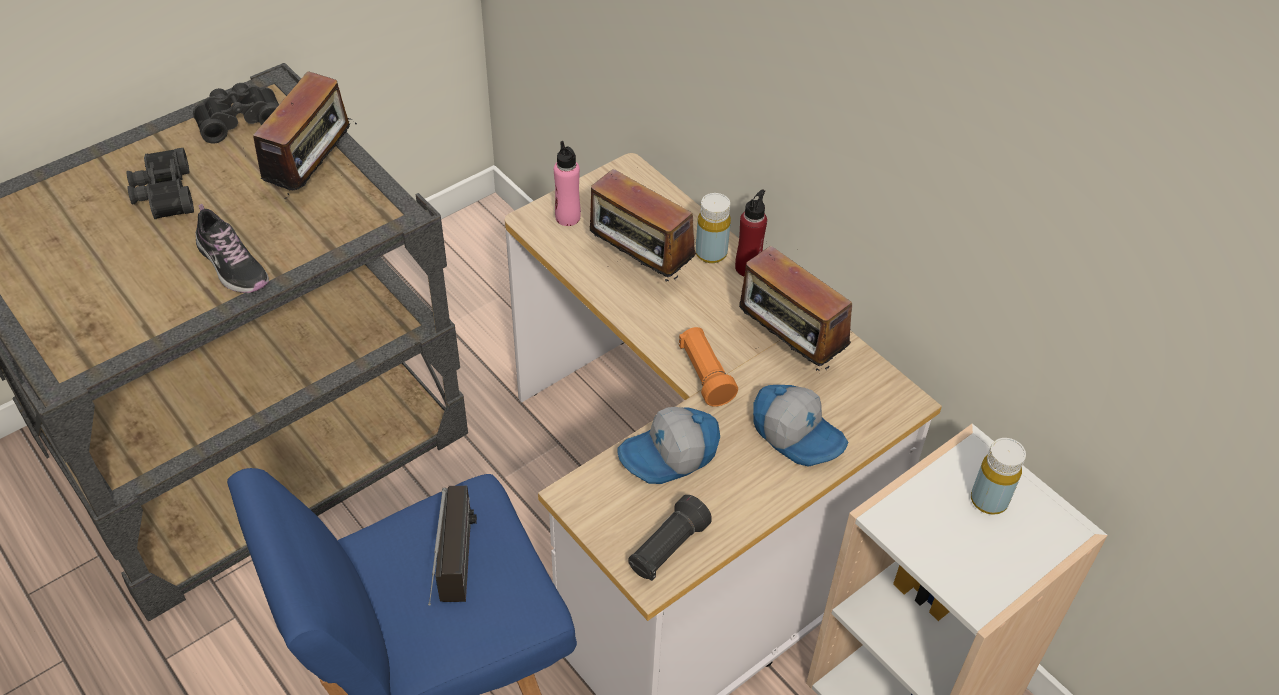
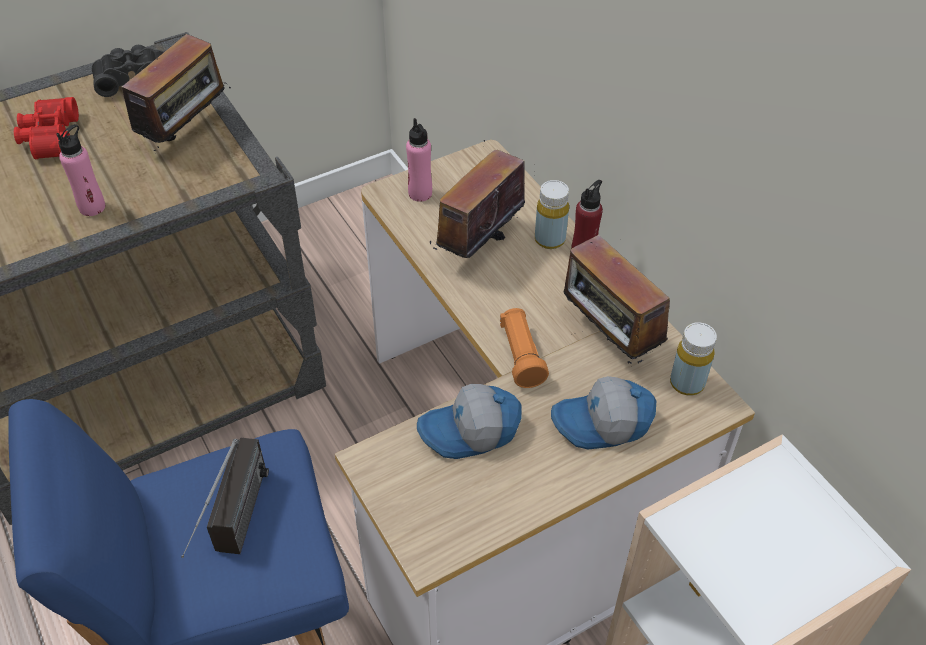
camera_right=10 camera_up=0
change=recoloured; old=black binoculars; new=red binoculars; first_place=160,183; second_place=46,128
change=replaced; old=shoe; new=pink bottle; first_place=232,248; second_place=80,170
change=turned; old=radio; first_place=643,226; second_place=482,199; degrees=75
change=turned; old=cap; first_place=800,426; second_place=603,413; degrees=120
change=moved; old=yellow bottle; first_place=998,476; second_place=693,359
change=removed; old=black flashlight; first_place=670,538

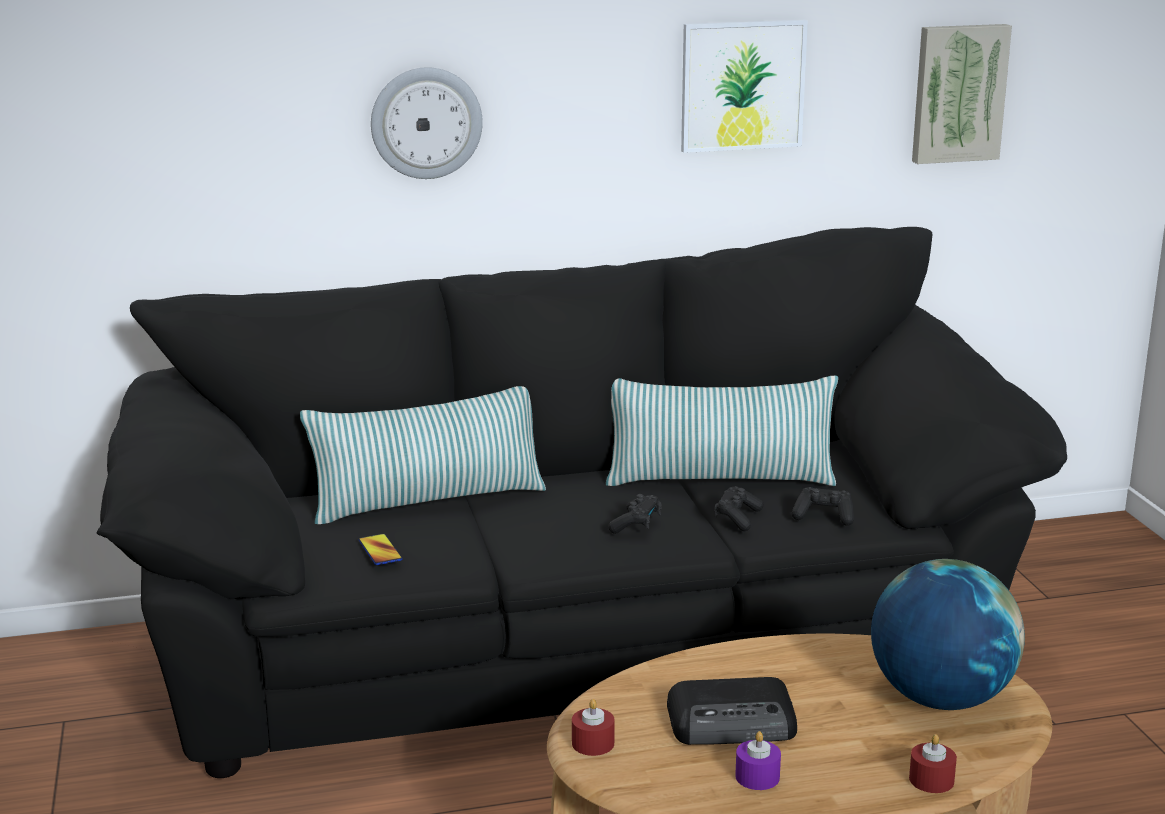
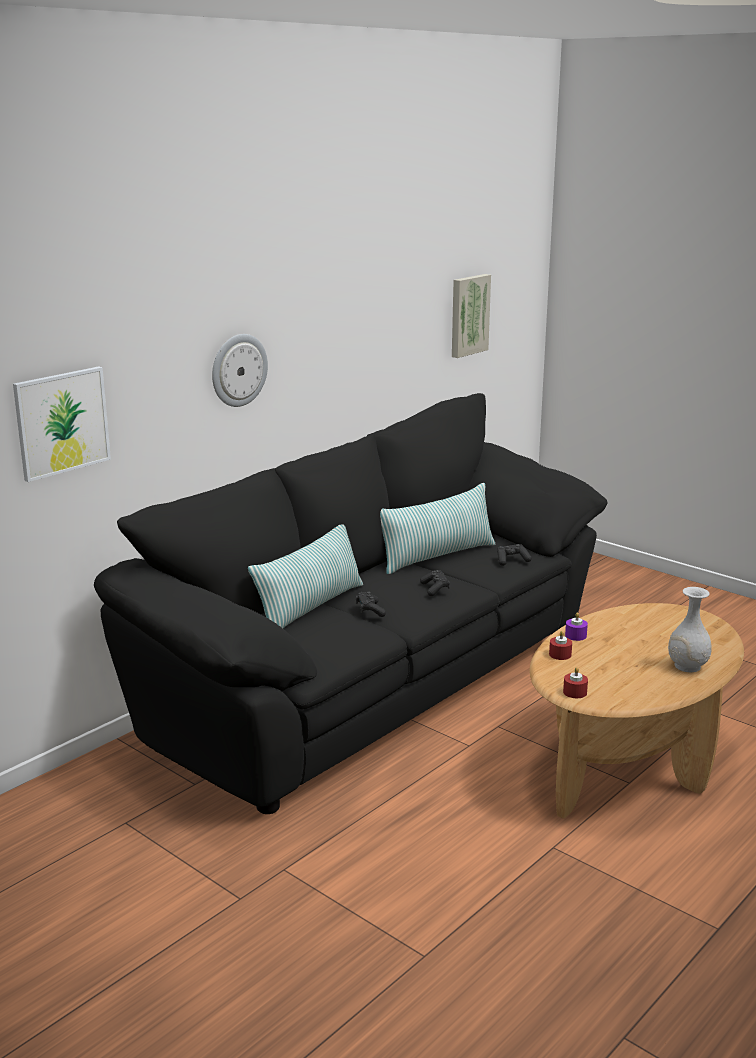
camera_right=-35 camera_up=0
change=moved; old=picture; first_place=744,86; second_place=62,424
change=moved; old=black game controller; first_place=739,508; second_place=370,604
change=moved; old=red candle; first_place=933,763; second_place=560,645
change=moved; old=purple candle; first_place=758,760; second_place=576,626
change=added; new=white vase; second_place=690,629
change=removed; old=phone; first_place=380,549
change=removed; old=radio; first_place=732,711
change=removed; old=globe; first_place=948,634

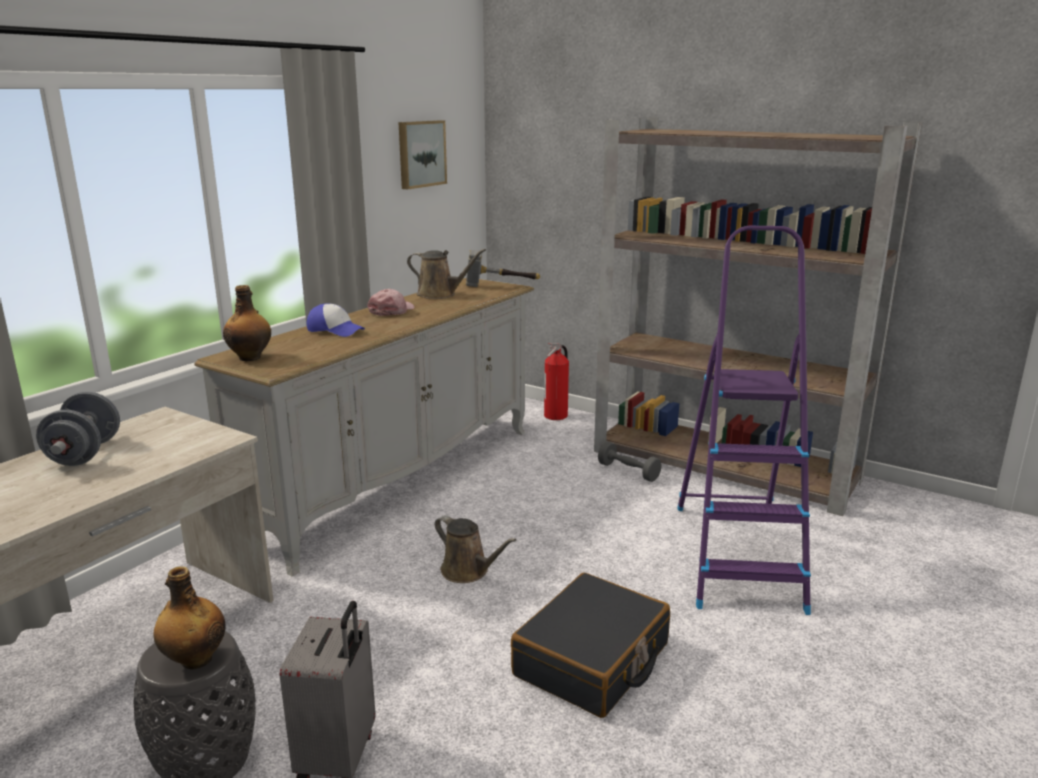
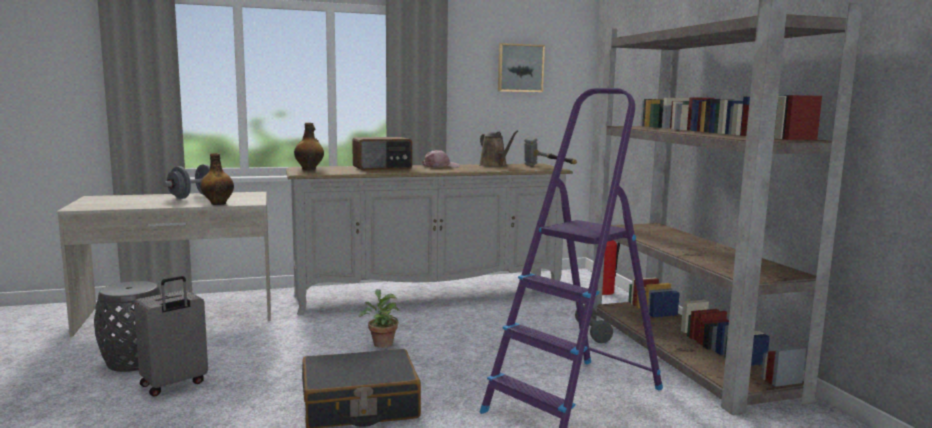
camera_right=40 camera_up=-10
change=moved; old=bottle; first_place=190,617; second_place=217,179
change=replaced; old=cap; new=radio; first_place=336,320; second_place=382,153
change=replaced; old=brown watering can; new=potted plant; first_place=476,549; second_place=378,318

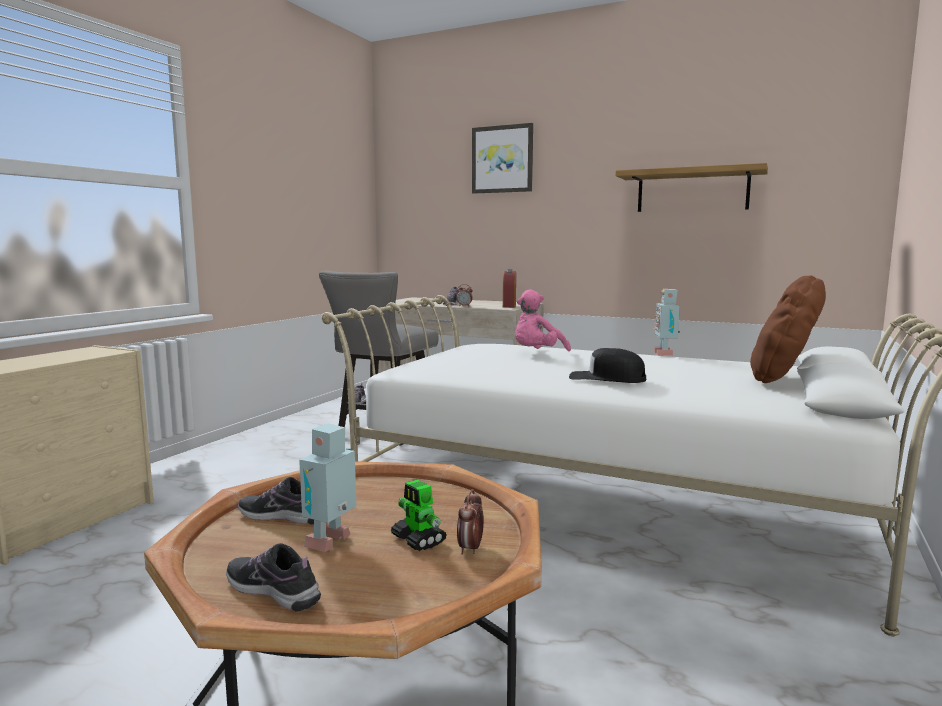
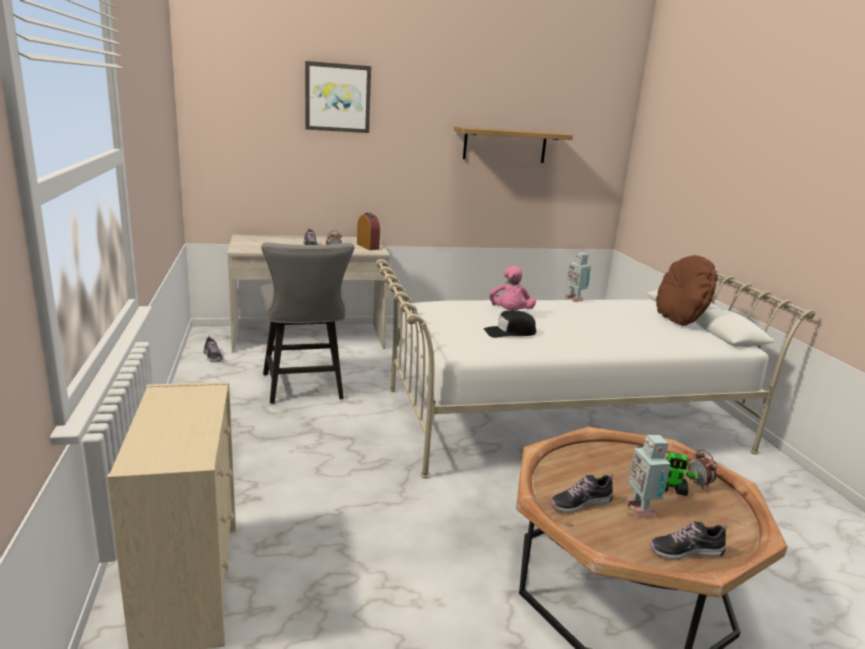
camera_right=-40 camera_up=10
change=moved; old=black cap; first_place=607,365; second_place=510,324

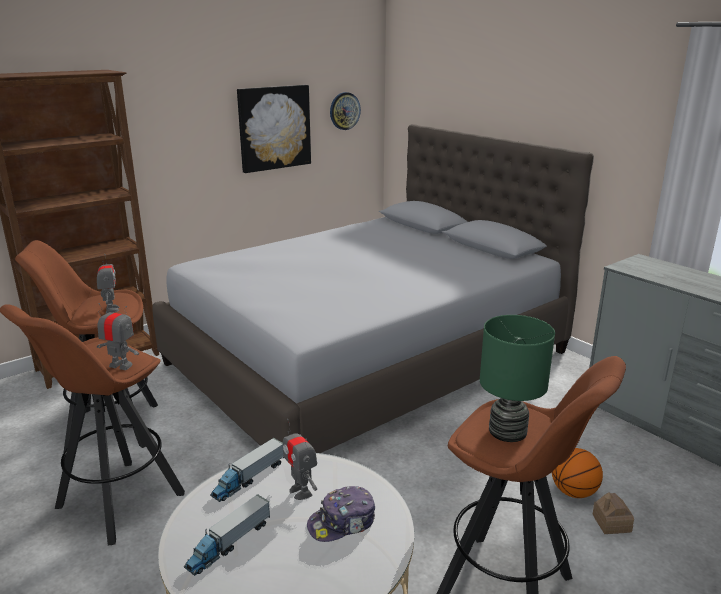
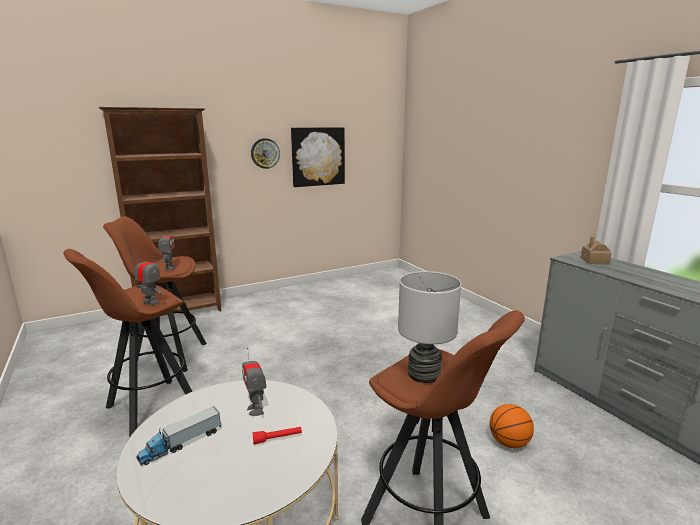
camera_right=10 camera_up=-5
change=moved; old=wall clock; first_place=345,111; second_place=265,153
change=replaced; old=cap; new=red flashlight; first_place=341,514; second_place=277,436
change=recoloured; old=green table lamp; new=grey table lamp; first_place=517,378; second_place=429,327
change=moved; old=toy house; first_place=613,513; second_place=596,249
change=removed; old=grey bed; first_place=373,288
change=removed; old=toy truck; first_place=247,470

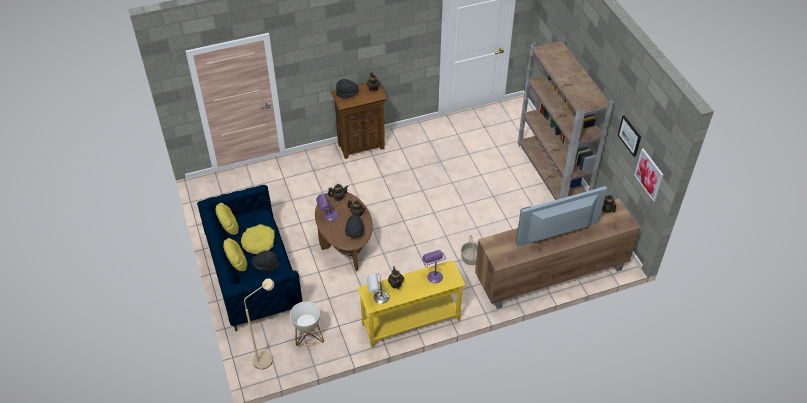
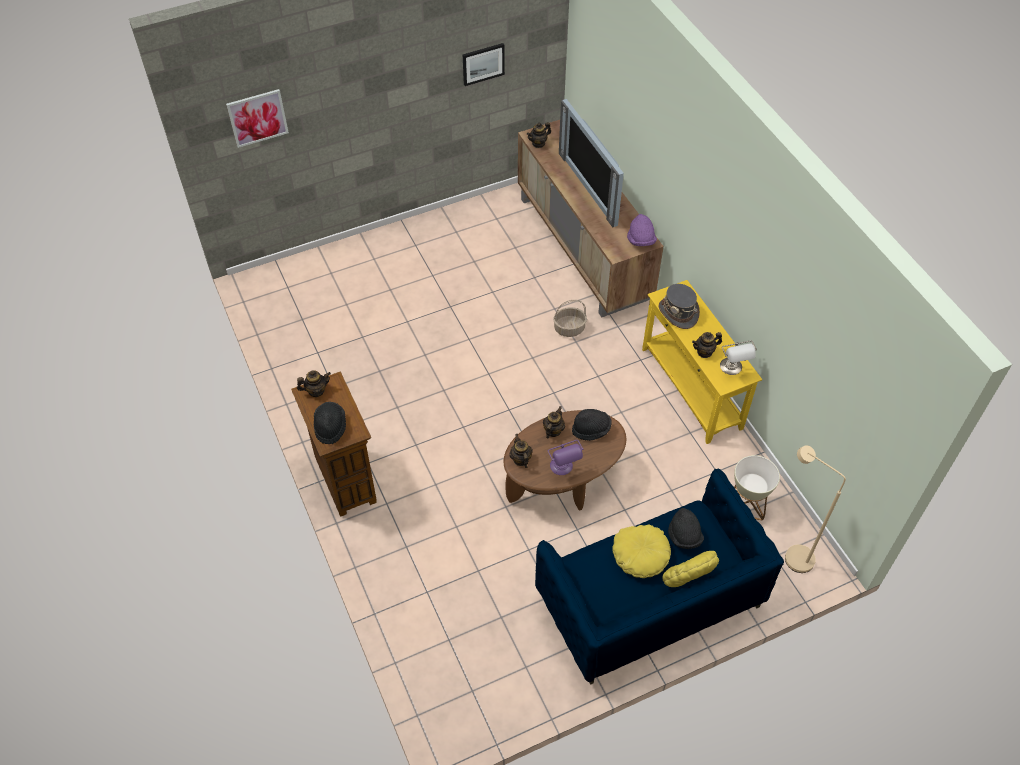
camera_right=-95 camera_up=5
change=moved; old=picture; first_place=648,175; second_place=257,118
change=added; new=purple hat; second_place=642,230
change=replaced; old=purple table lamp; new=grey hat; first_place=434,266; second_place=679,306
change=removed; old=yellow pillow; first_place=227,219
change=removed; old=brown bookcase; first_place=566,118

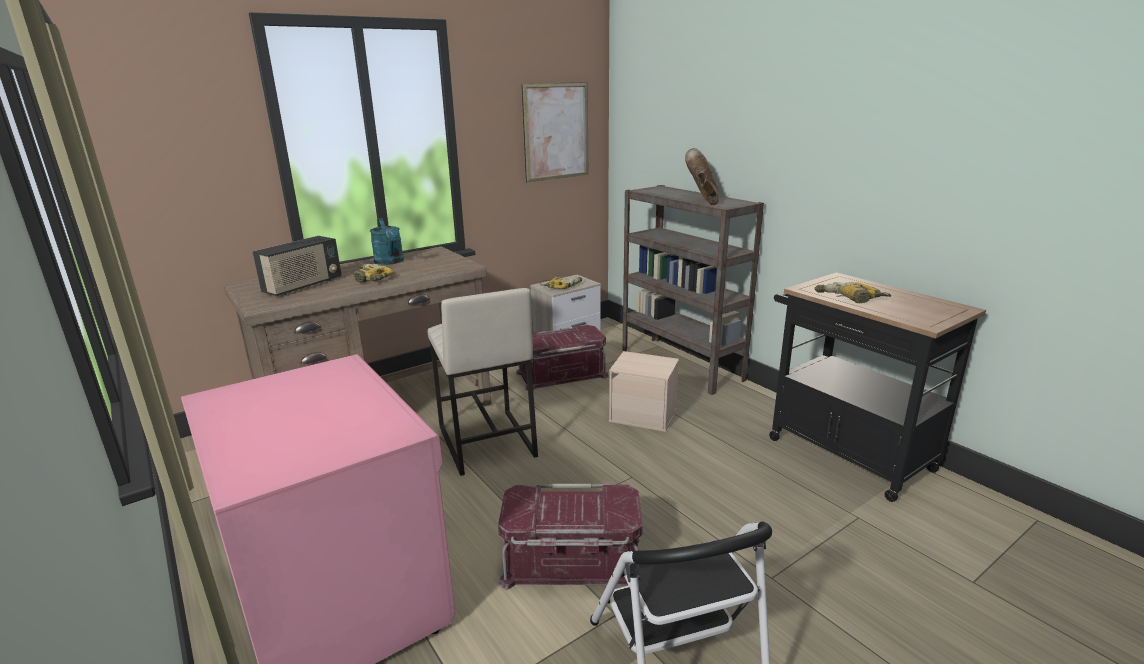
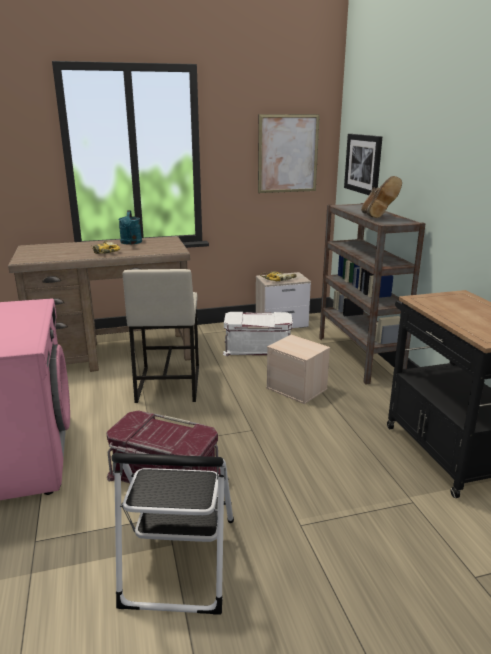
camera_right=20 camera_up=0
change=recoloured; old=red storage box; new=white storage box; first_place=562,358; second_place=258,334
change=added; new=picture; second_place=363,164
change=turned; old=brown boot; first_place=702,176; second_place=381,197; degrees=150
change=removed; old=radio; first_place=296,266
change=removed; old=power drill; first_place=852,292

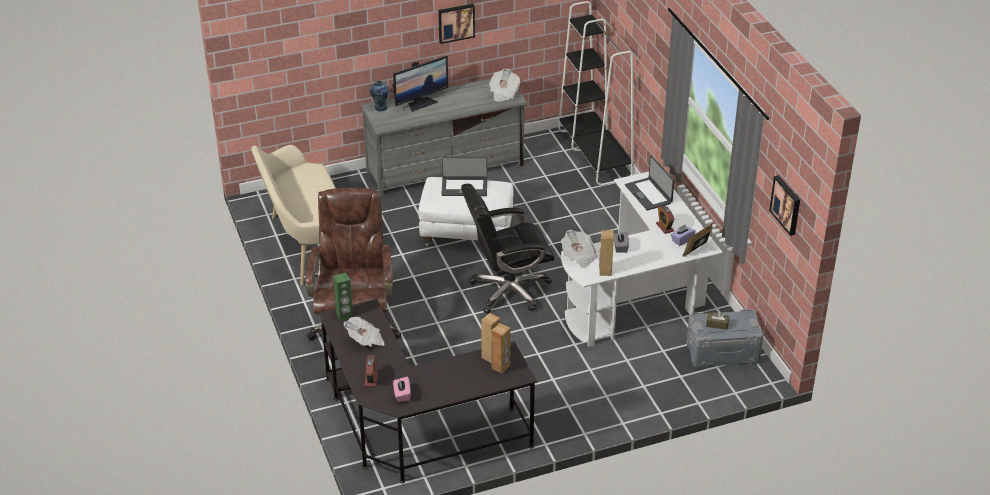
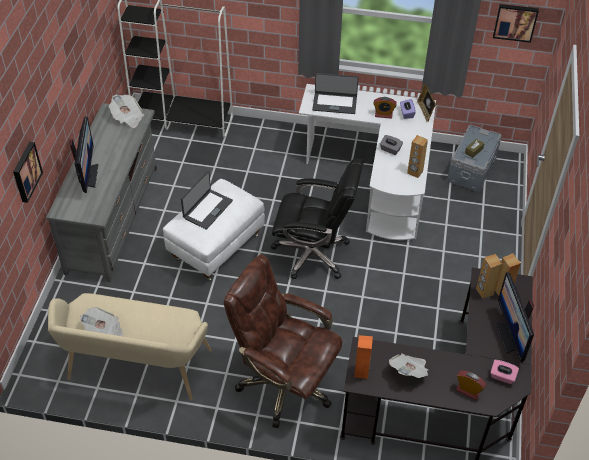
camera_right=-60 camera_up=10
change=moved; old=picture; first_place=456,24; second_place=28,172
change=moved; old=newspaper; first_place=579,249; second_place=101,321
change=turned; old=black office chair; first_place=507,249; second_place=317,218; degrees=-90
change=recoloured; old=green speaker; new=orange speaker; first_place=343,296; second_place=363,357
change=added; new=monitor; second_place=515,317
change=removed; old=vase; first_place=379,95

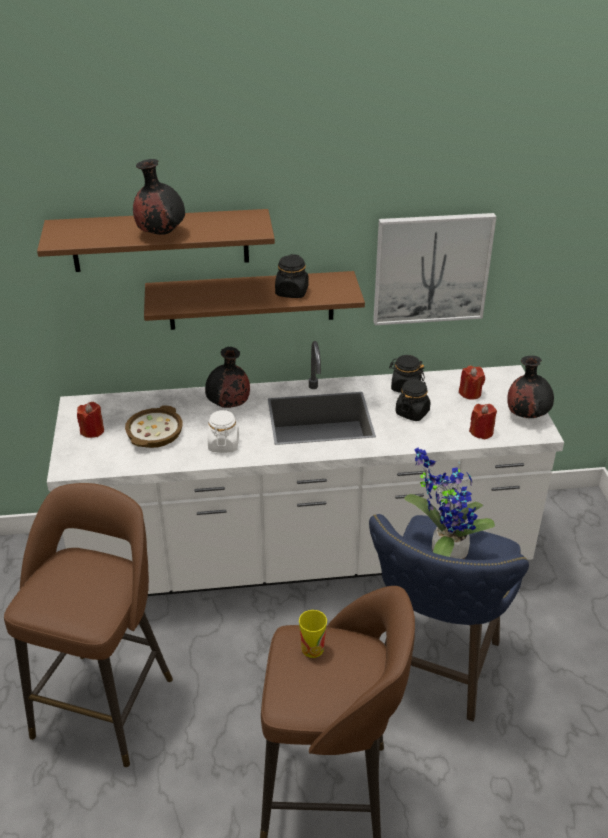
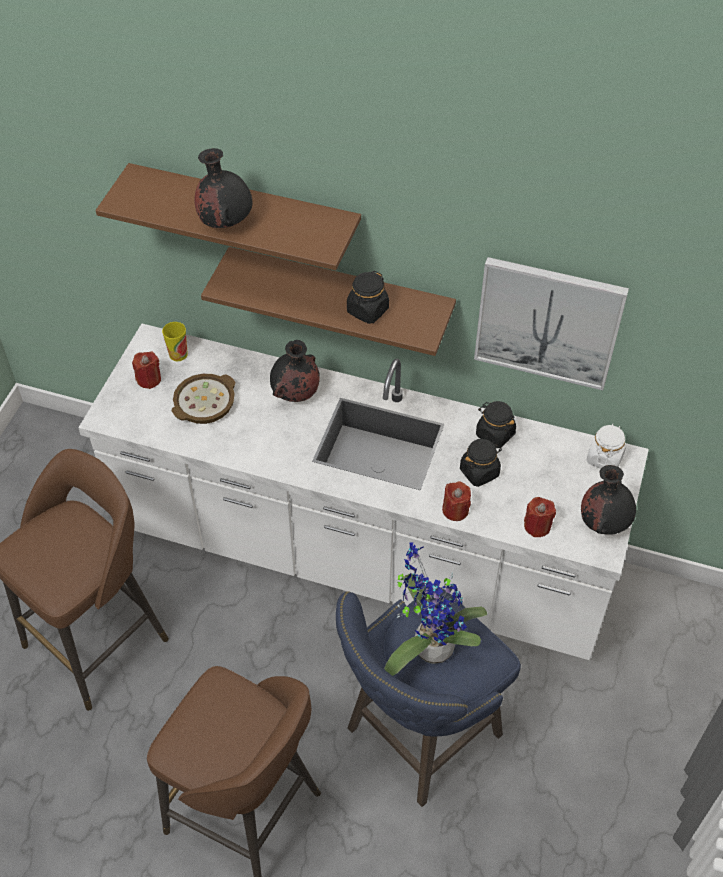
camera_right=25 camera_up=15
change=moved; old=cup; first_place=313,634; second_place=175,341
change=moved; old=red candle; first_place=472,383; second_place=456,501
change=moved; old=white jar; first_place=223,431; second_place=606,446

